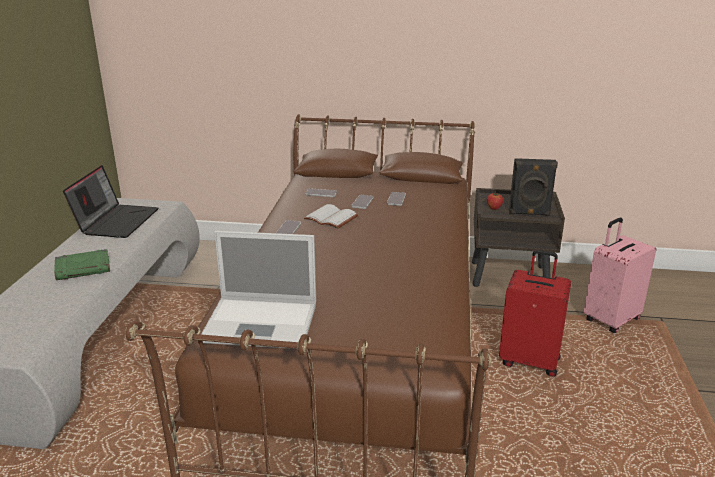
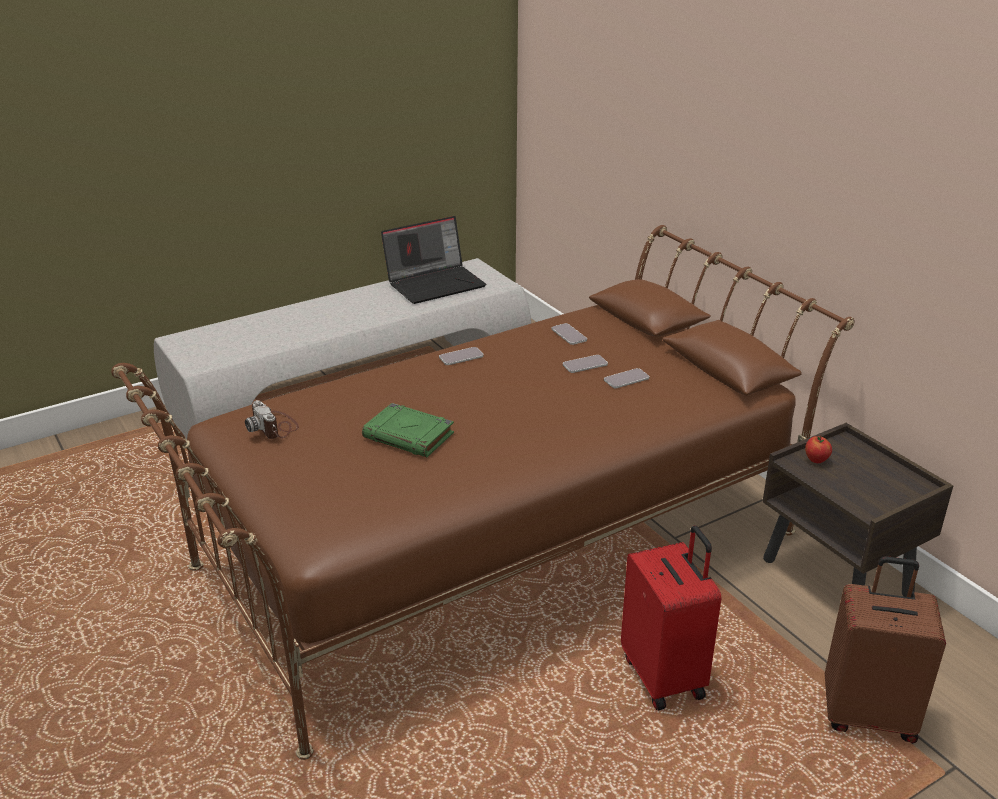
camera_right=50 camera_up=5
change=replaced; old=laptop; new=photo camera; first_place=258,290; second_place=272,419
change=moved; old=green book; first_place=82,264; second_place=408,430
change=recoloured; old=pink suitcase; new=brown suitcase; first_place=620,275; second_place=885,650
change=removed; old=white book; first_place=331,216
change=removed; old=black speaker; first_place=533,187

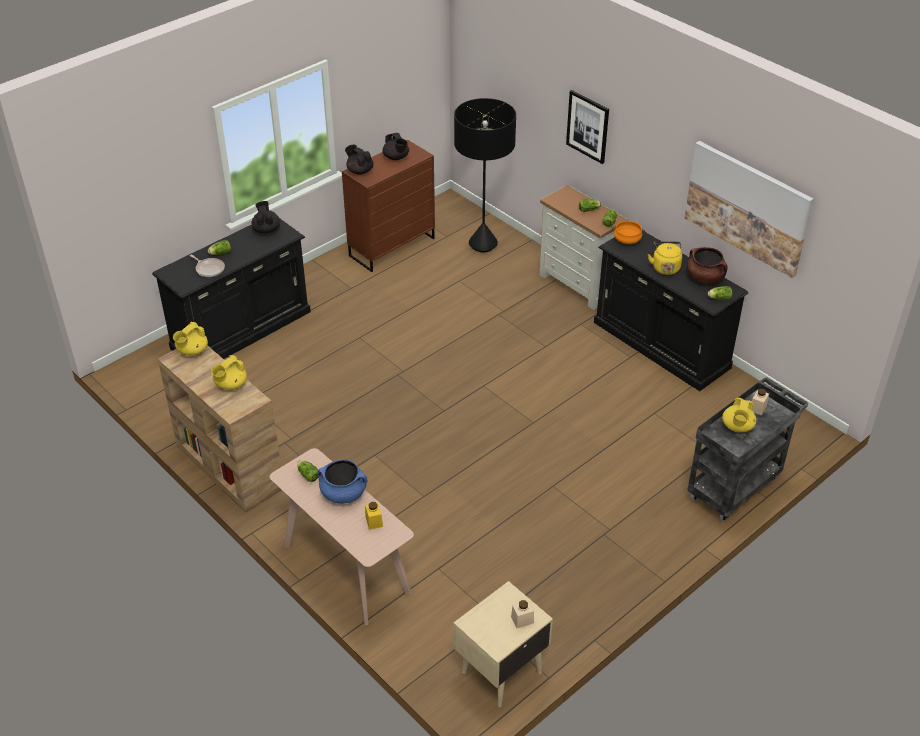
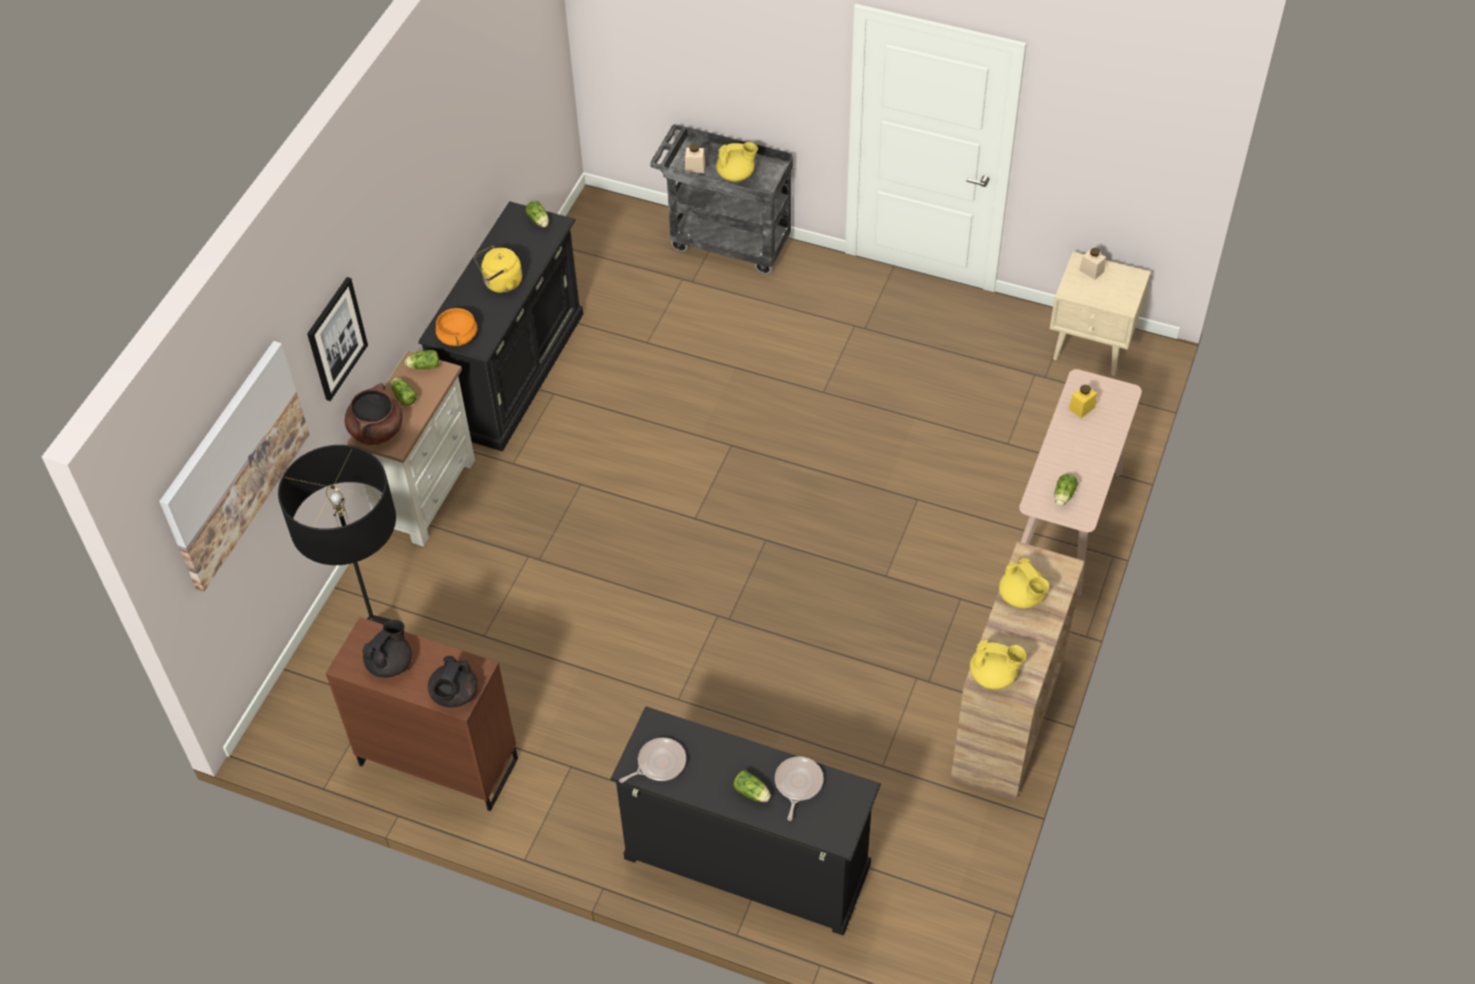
camera_right=-115 camera_up=10
change=moved; old=picture; first_place=749,209; second_place=234,466
change=moved; old=brown cooking pot; first_place=707,265; second_place=373,414
change=replaced; old=black teapot; new=frying pan; first_place=266,217; second_place=652,760
change=turned; old=yellow teapot; first_place=229,372; second_place=1024,583; degrees=45
change=removed; old=blue cooking pot; first_place=342,481

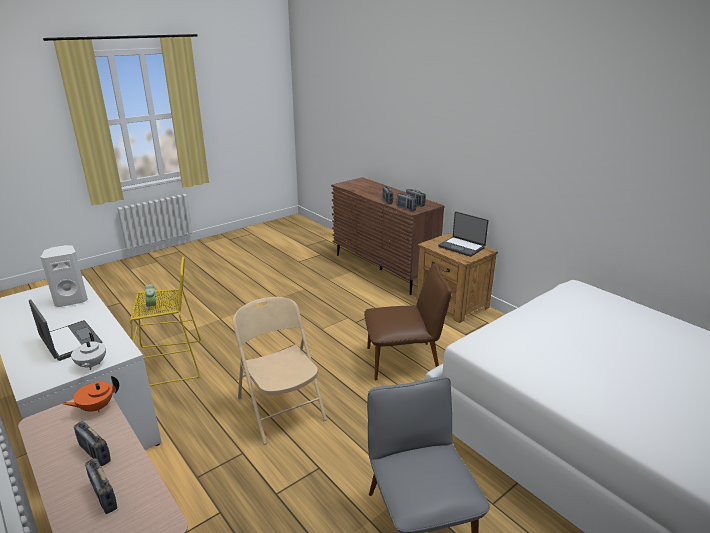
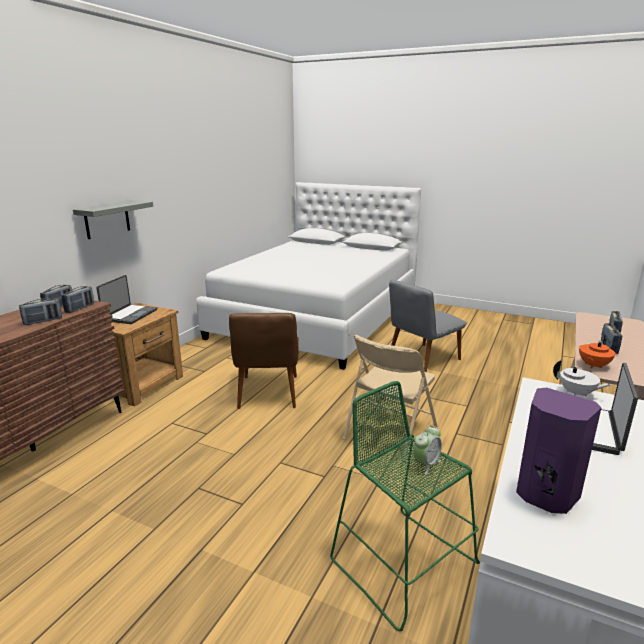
camera_right=-115 camera_up=-5
change=added; new=grey shelf; second_place=113,219
change=turned; old=brown chair; first_place=408,321; second_place=264,361; degrees=-150
change=recoloured; old=yellow stool; new=green stool; first_place=165,321; second_place=405,506
change=recoloured; old=white speaker; new=purple speaker; first_place=64,276; second_place=559,451
change=turned; old=white teapot; first_place=88,351; second_place=582,378; degrees=75
change=turned; old=orange teapot; first_place=90,394; second_place=597,351; degrees=105

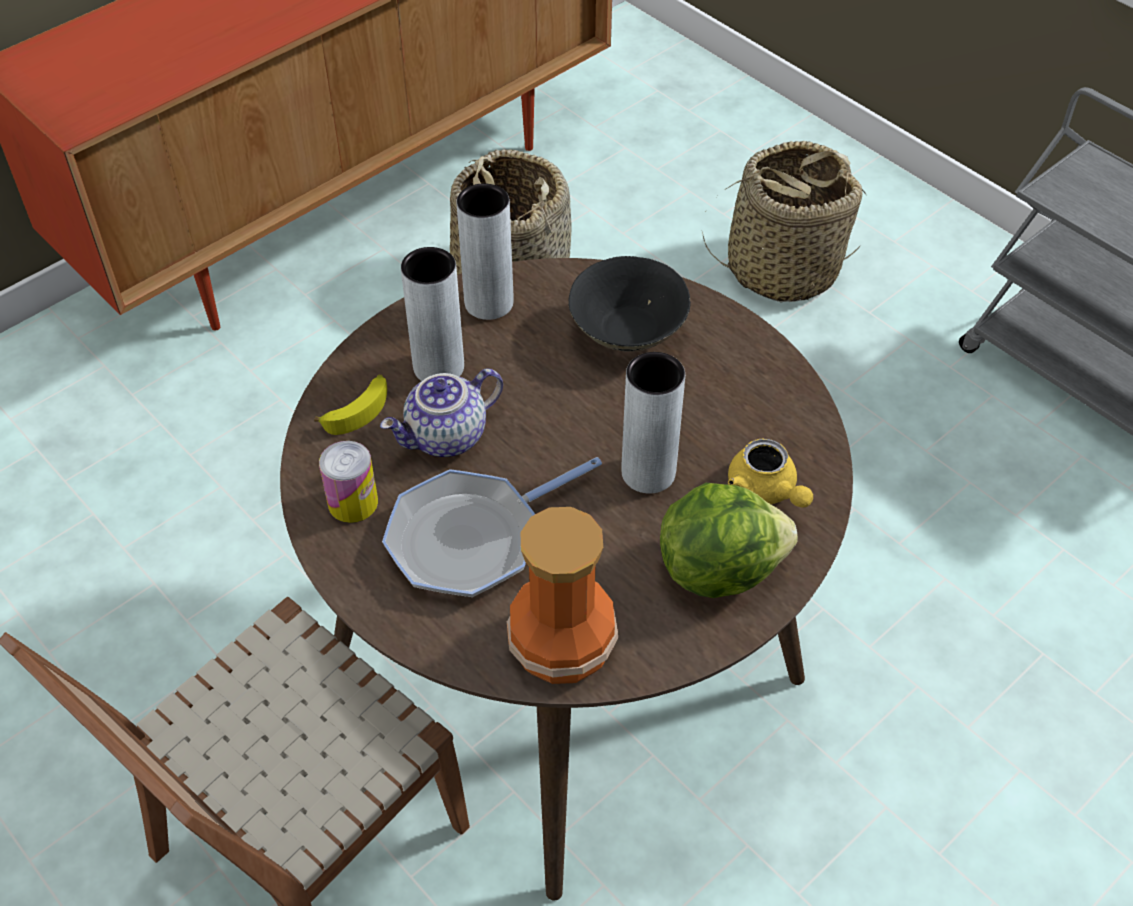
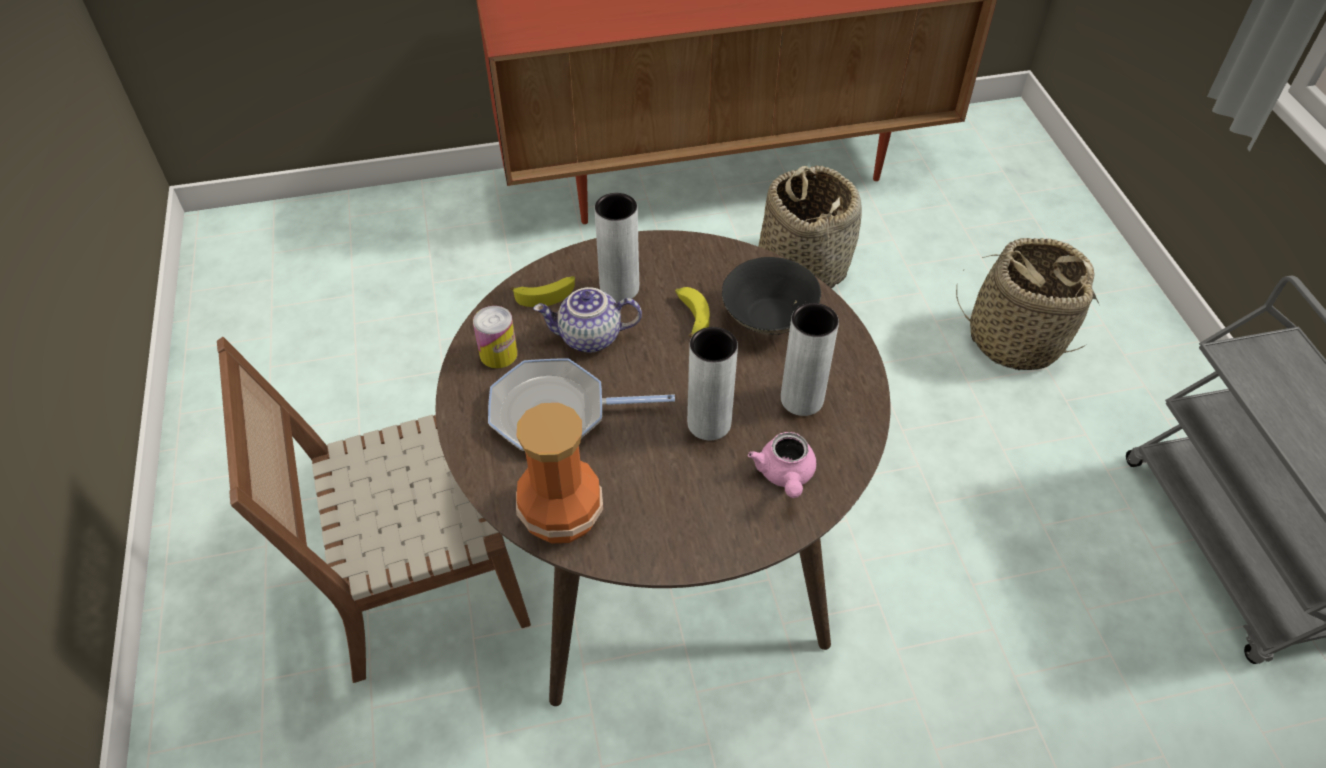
camera_right=30 camera_up=0
change=added; new=banana; second_place=692,312
change=recoloured; old=yellow teapot; new=pink teapot; first_place=770,472; second_place=782,465
change=moved; old=grey vase; first_place=485,251; second_place=810,359
change=removed; old=lettuce; first_place=729,540

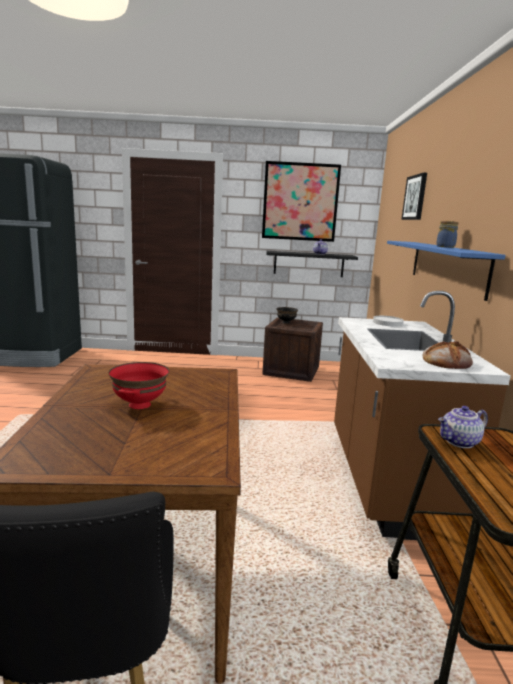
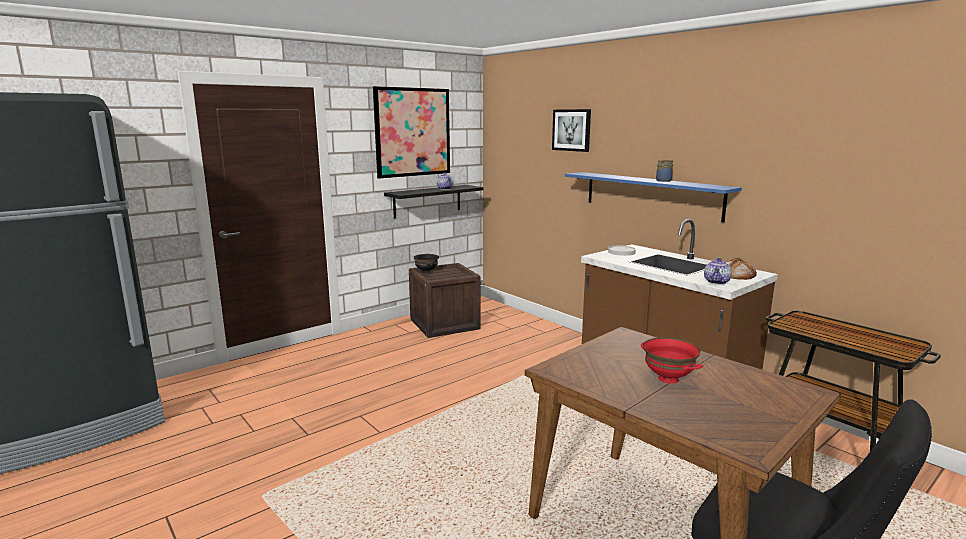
camera_right=-40 camera_up=0
change=moved; old=teapot; first_place=463,427; second_place=718,271

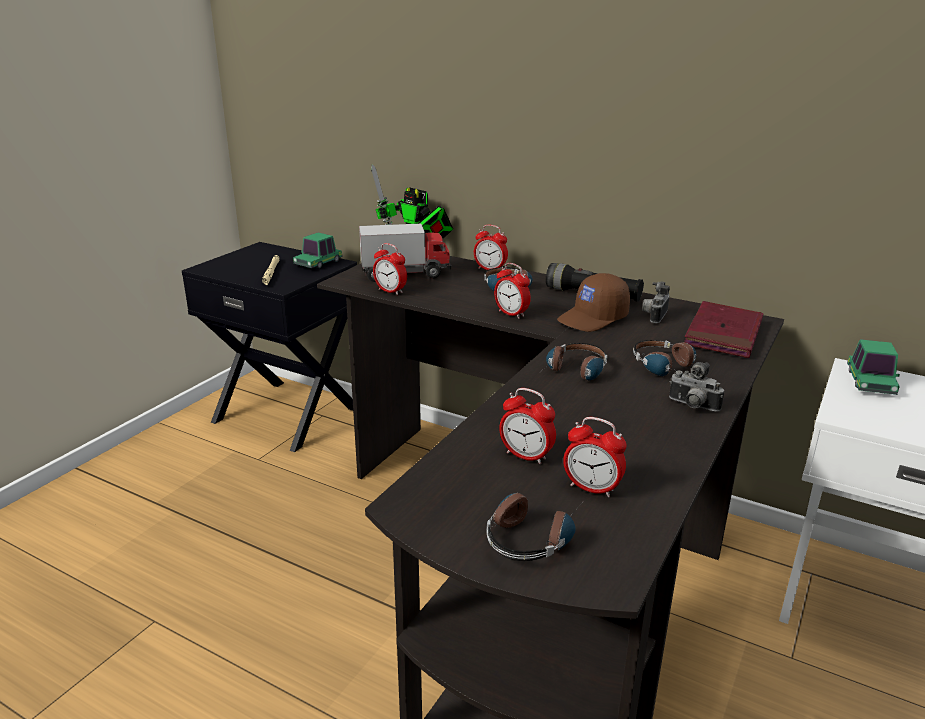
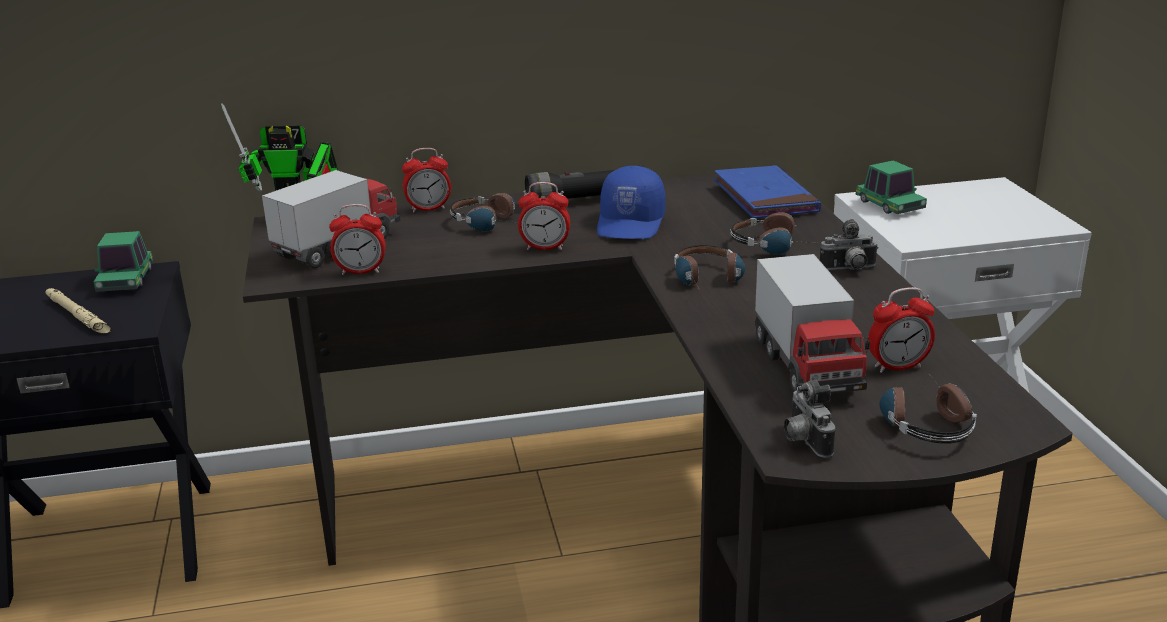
camera_right=-40 camera_up=0
change=recoloured; old=brown cap; new=blue cap; first_place=593,302; second_place=631,202
change=recoloured; old=red book; new=blue book; first_place=723,329; second_place=767,191
change=replaced; old=alarm clock; new=toy truck; first_place=527,426; second_place=812,323
change=moved; old=photo camera; first_place=656,302; second_place=809,419

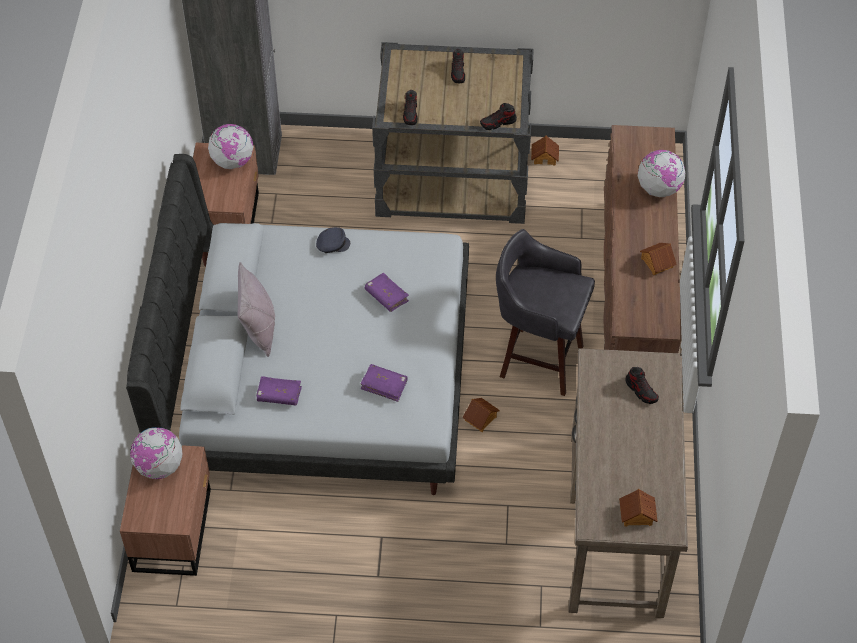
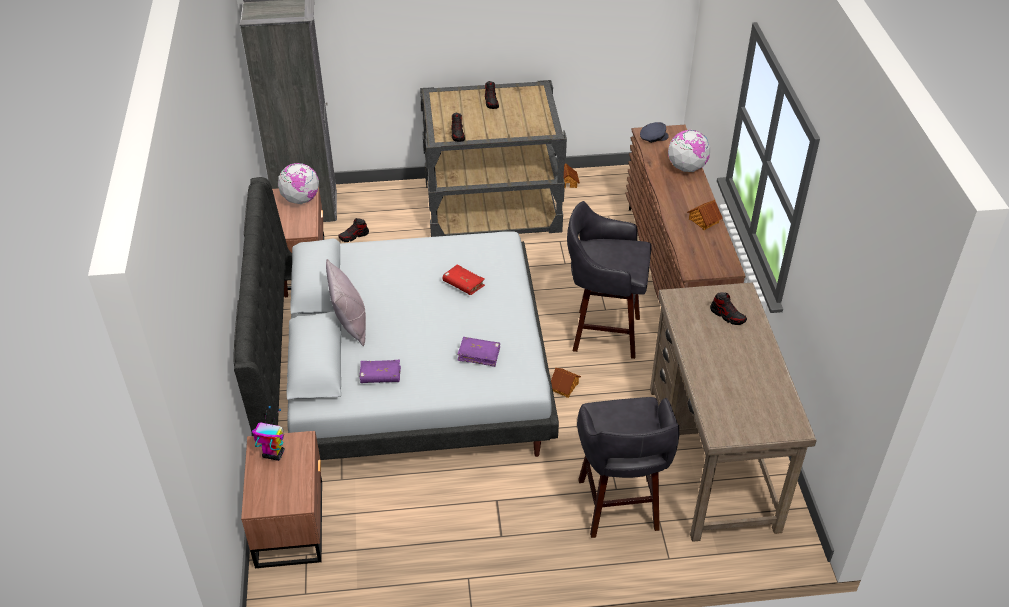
camera_right=-10 camera_up=-10
change=replaced; old=globe; new=toy robot; first_place=156,453; second_place=268,433
change=moved; old=shoe; first_place=498,116; second_place=354,230
change=recoloured; old=purple book; new=red book; first_place=387,292; second_place=464,279
change=added; new=grey stool; second_place=628,467
change=moved; old=grey cap; first_place=333,240; second_place=654,132
change=removed; old=toy house; first_place=638,507

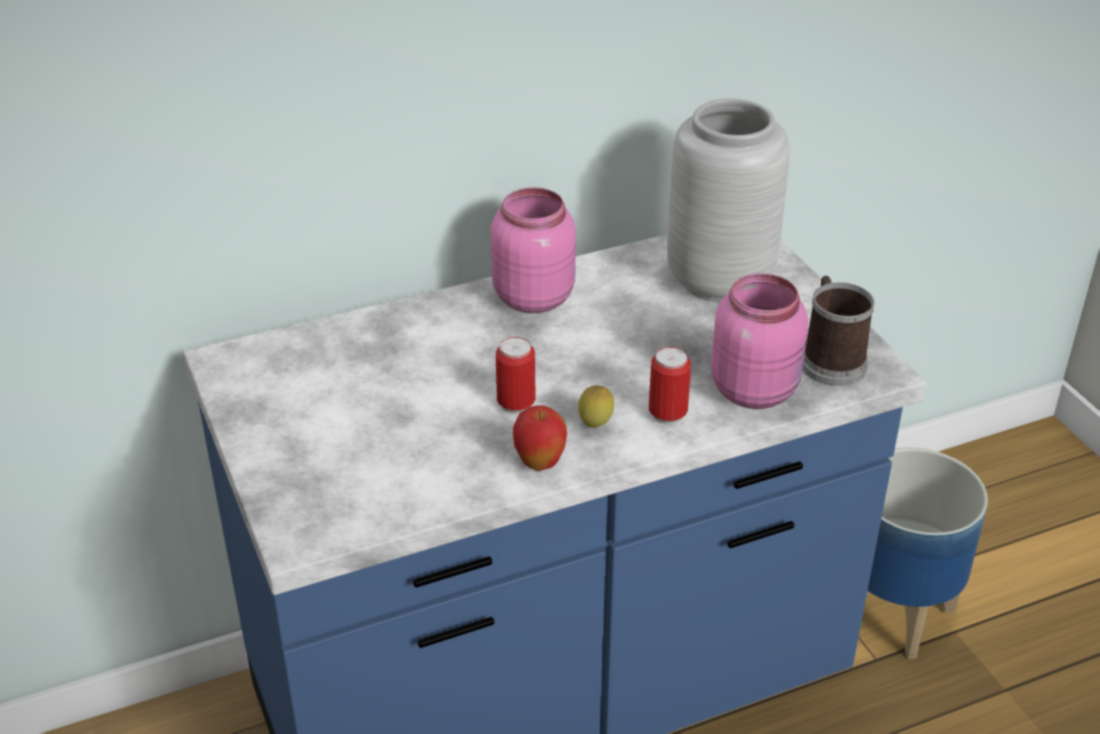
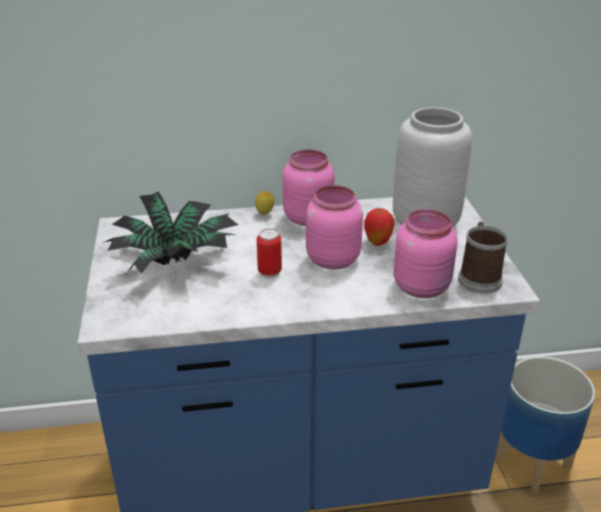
camera_right=15 camera_up=-5
change=added; new=potted plant; second_place=170,234
change=moved; old=lemon; first_place=596,406; second_place=264,203
change=added; new=pink jar; second_place=334,227
change=moved; old=apple; first_place=540,438; second_place=379,227
change=removed; old=can; first_place=670,386

